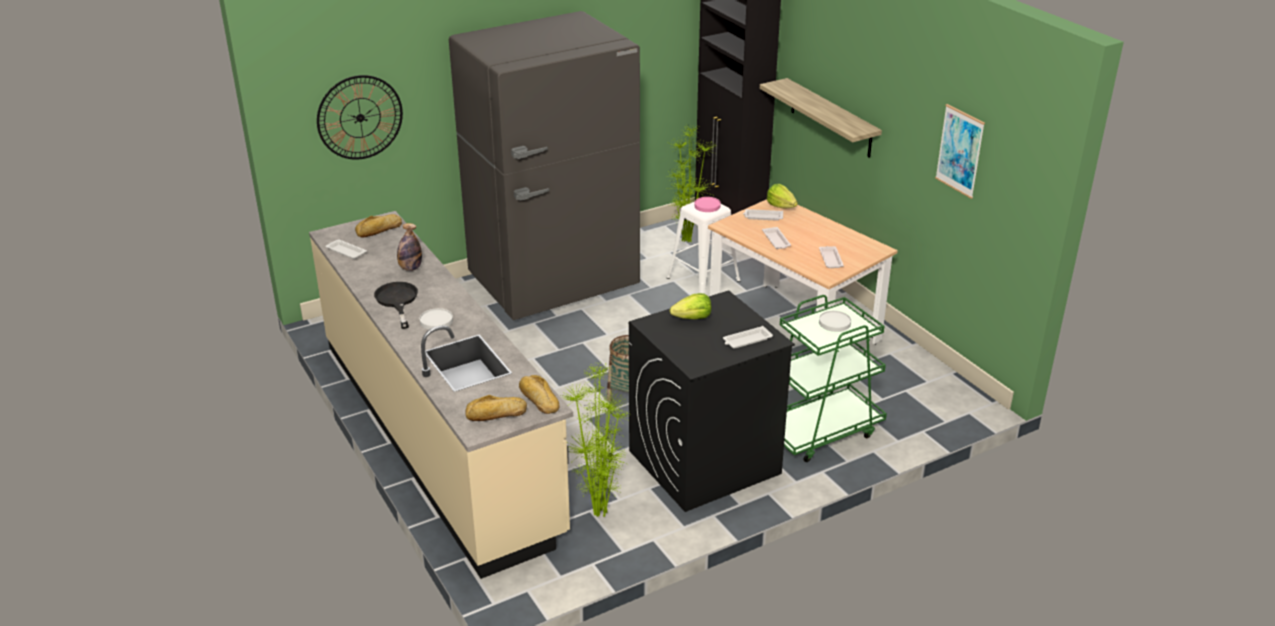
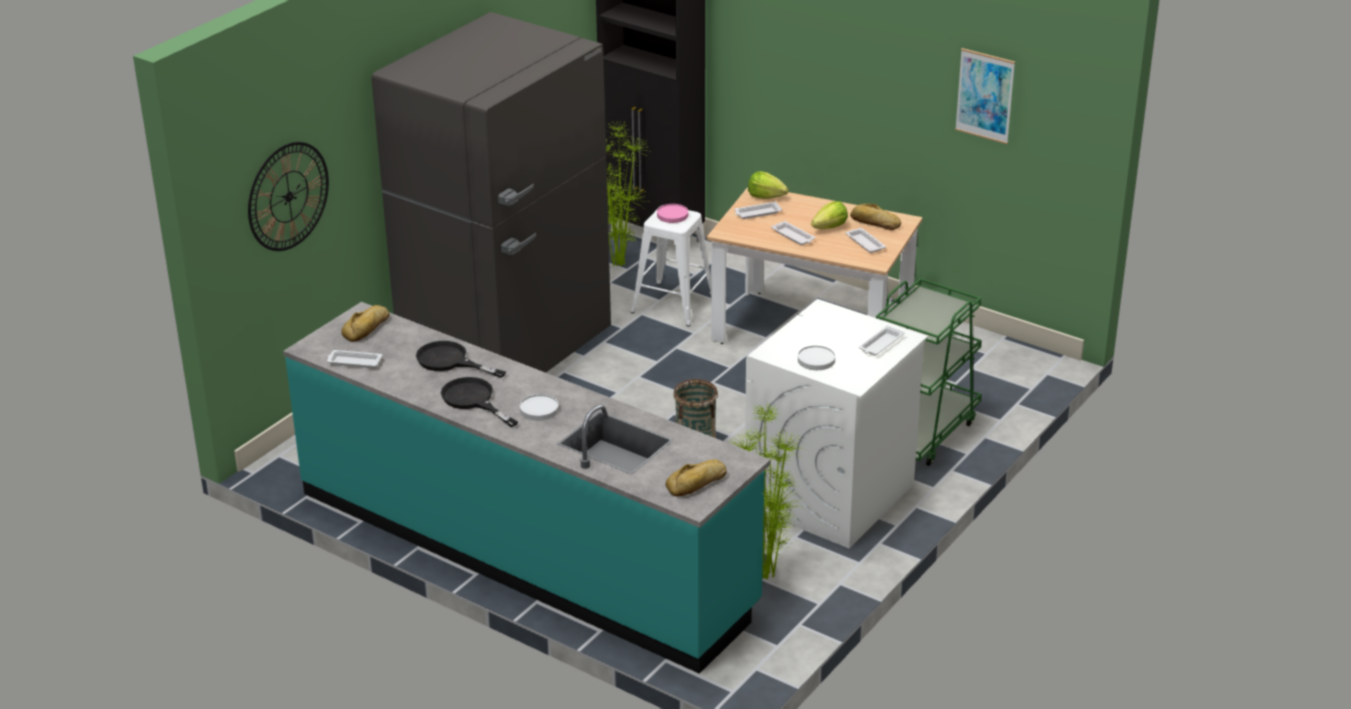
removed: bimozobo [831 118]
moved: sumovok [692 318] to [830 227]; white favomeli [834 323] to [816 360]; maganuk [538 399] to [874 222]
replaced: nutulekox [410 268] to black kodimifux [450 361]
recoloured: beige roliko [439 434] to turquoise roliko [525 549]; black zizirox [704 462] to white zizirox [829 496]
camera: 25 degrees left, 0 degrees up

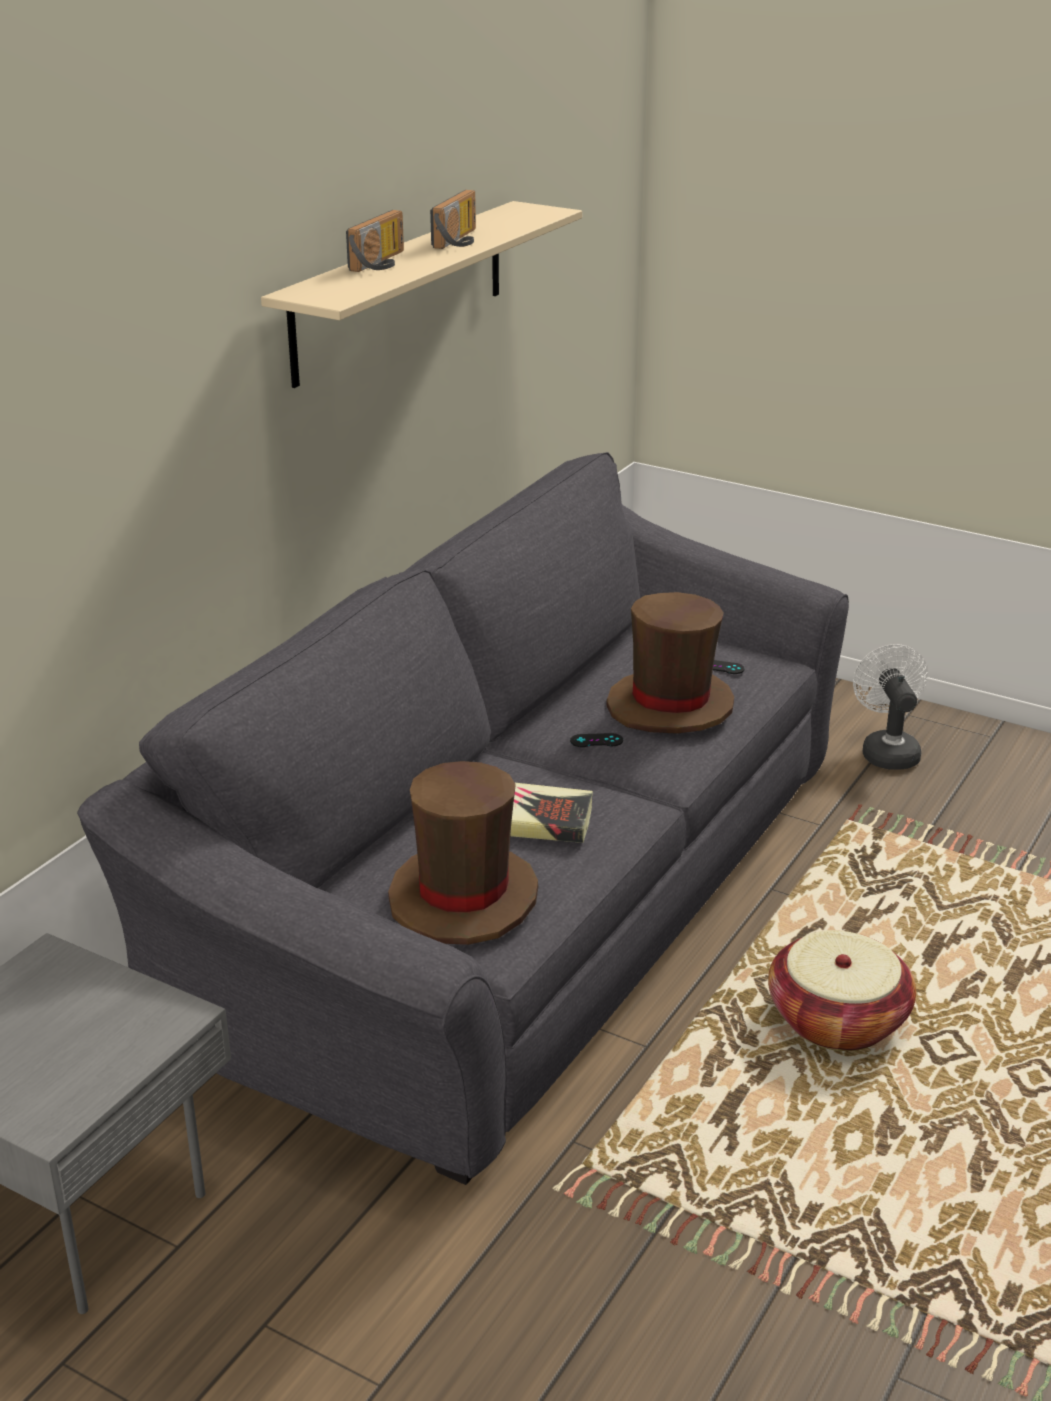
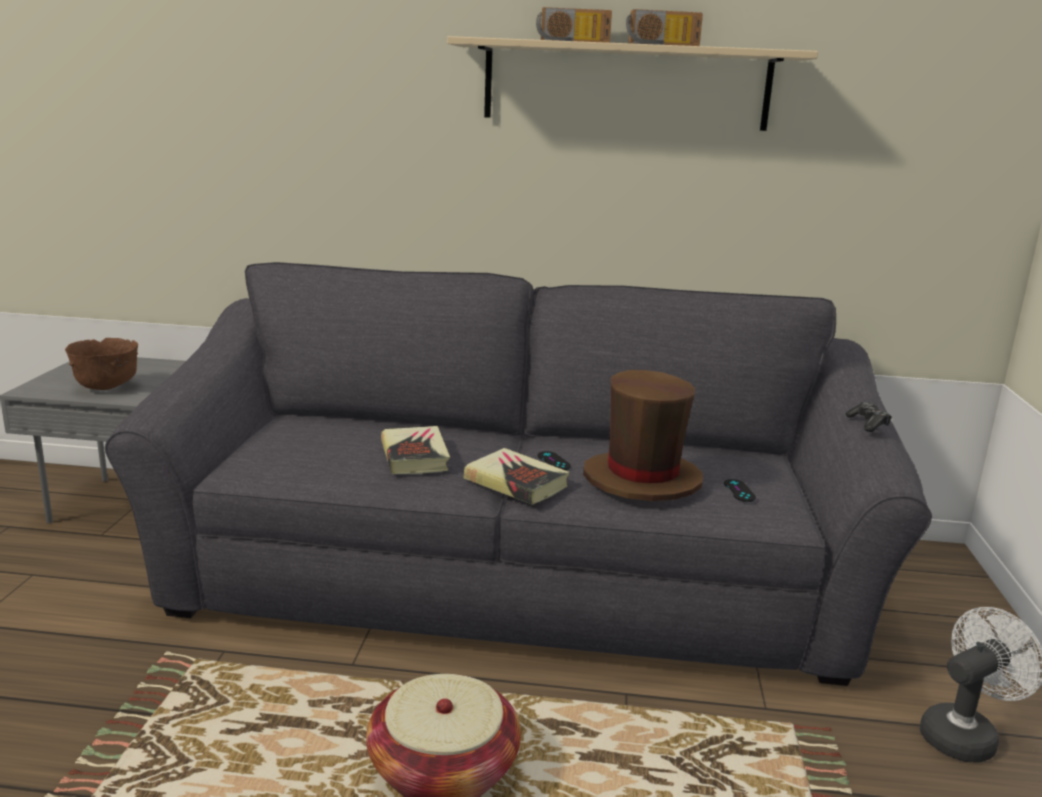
removed: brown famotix [464 897]
added: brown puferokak [106 387]; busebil [868 424]; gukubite [516 483]
camera: 65 degrees right, 10 degrees down

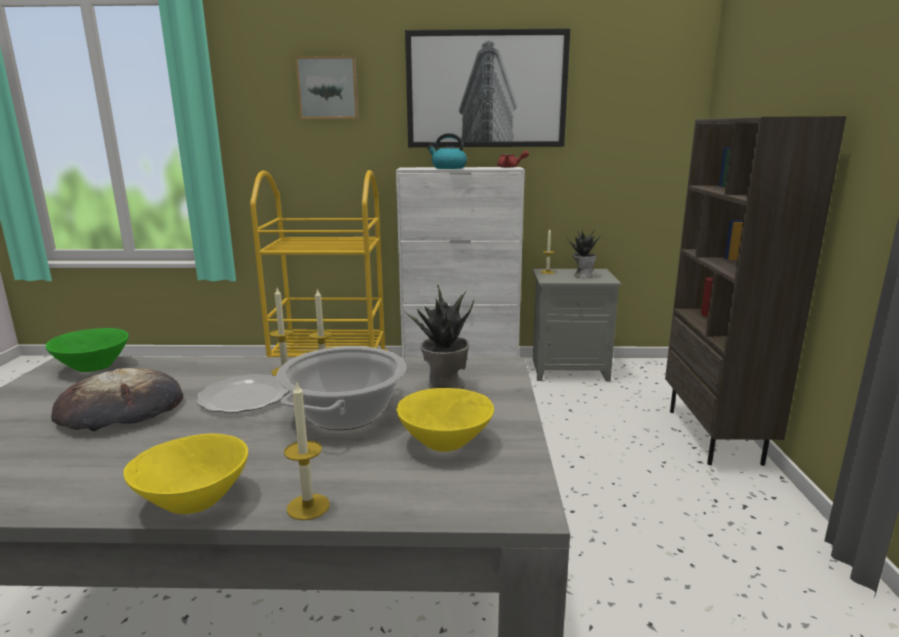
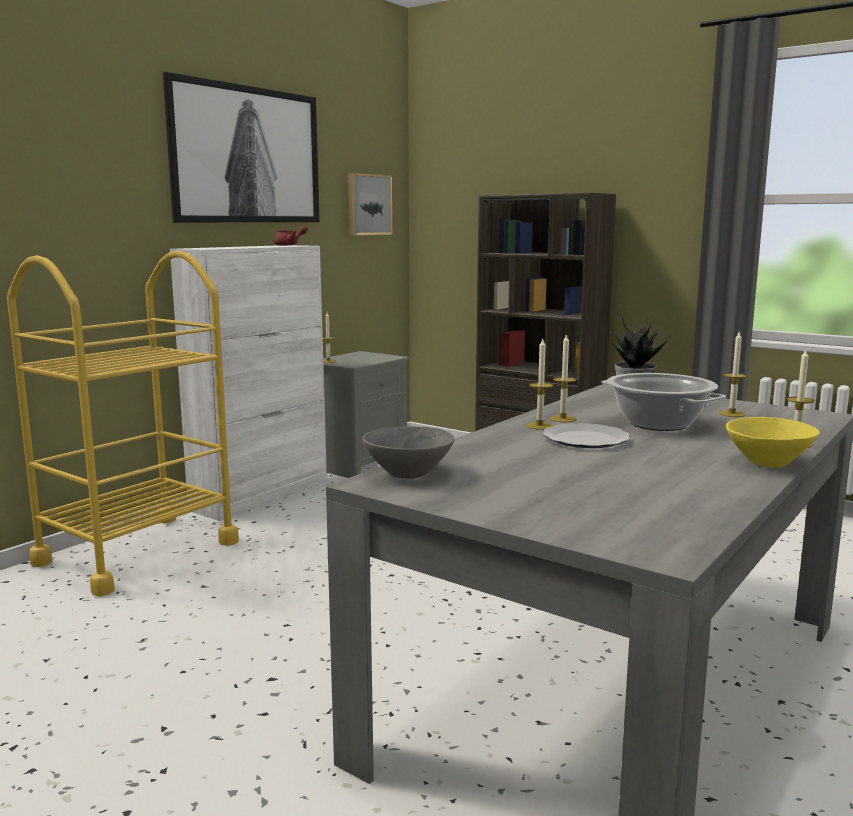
removed: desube [448 168]; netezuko [582 276]; maganuk [121 409]
moved: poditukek [328 88] to [368 205]
replaced: yellow puferokak [446 443] to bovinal [732 414]
recoloured: green puferokak [94 367] to grey puferokak [409 473]
camera: 55 degrees left, 5 degrees down

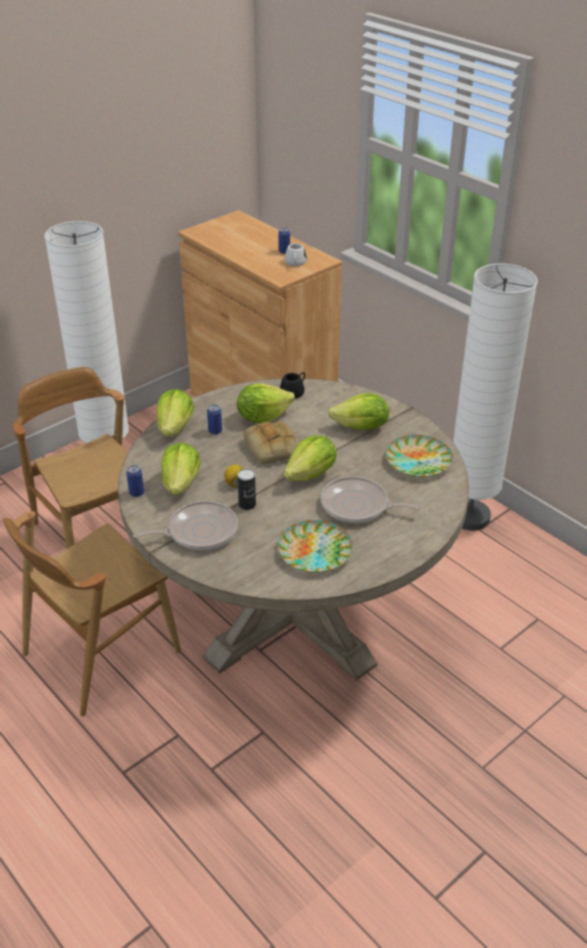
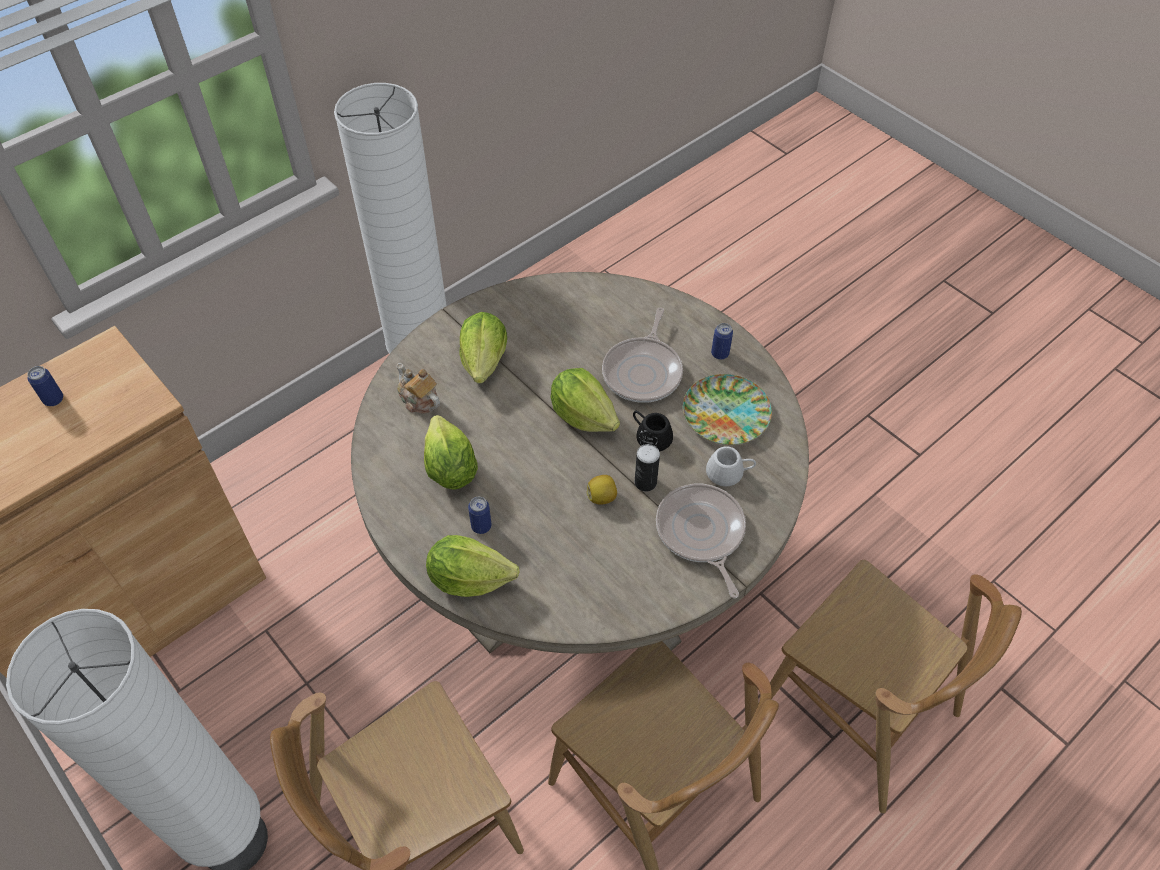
removed: maganuk [273 448]; favomeli [418 461]; sumovok [181 483]
added: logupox [419 400]; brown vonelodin [858 712]
moved: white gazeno [295 263] to [729 473]; black gazeno [294 391] to [650 436]; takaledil [136 493] to [720 353]
camera: 90 degrees left, 15 degrees up

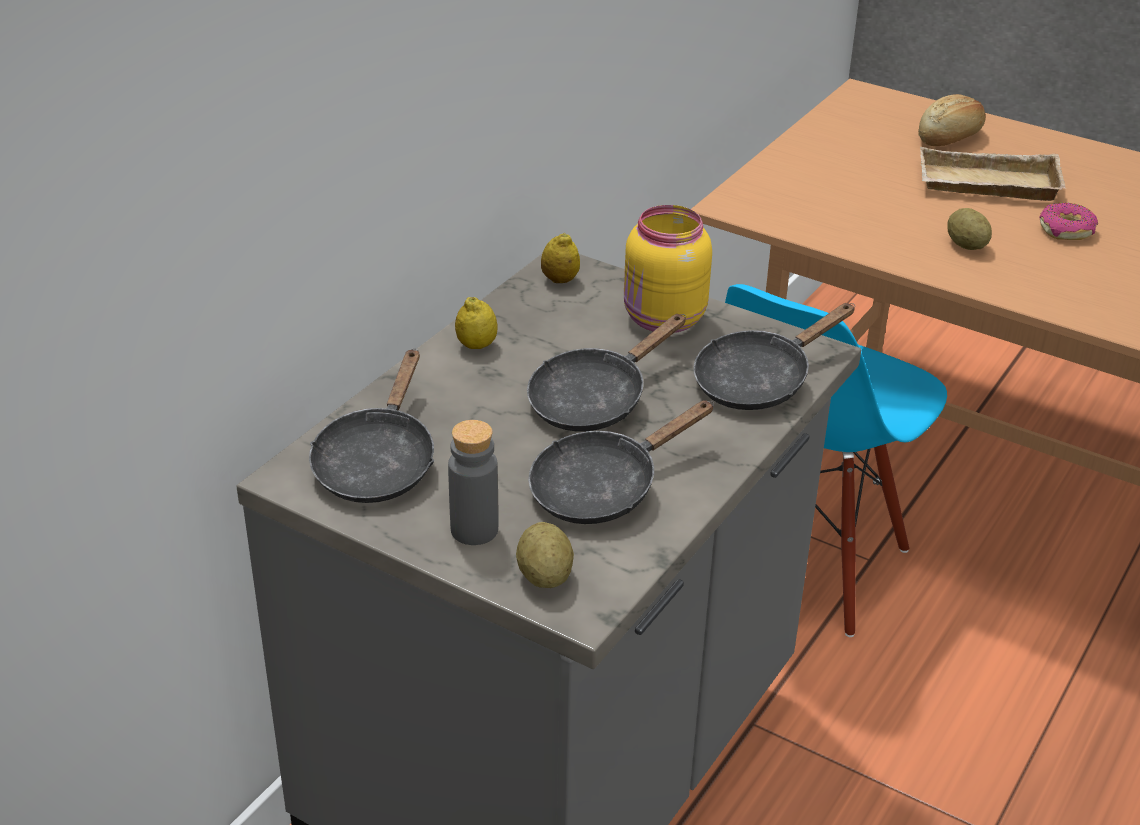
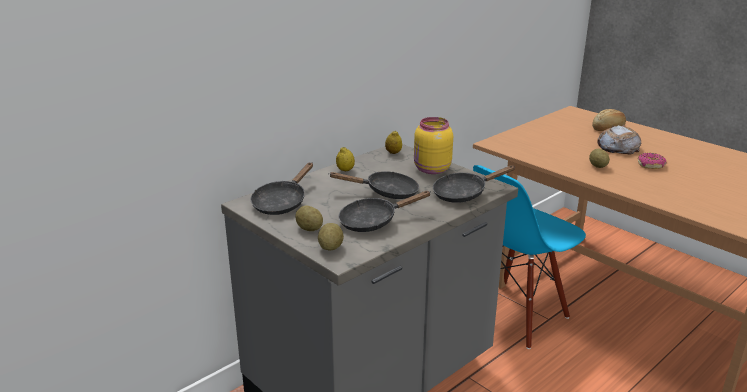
replaced: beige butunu [986 186] to maganuk [618 146]; grey nutulekox [474 530] to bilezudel [309 229]
turned: black kodimifux [595 399] = [386 192] 150 degrees counterclockwise
camera: 15 degrees right, 10 degrees down

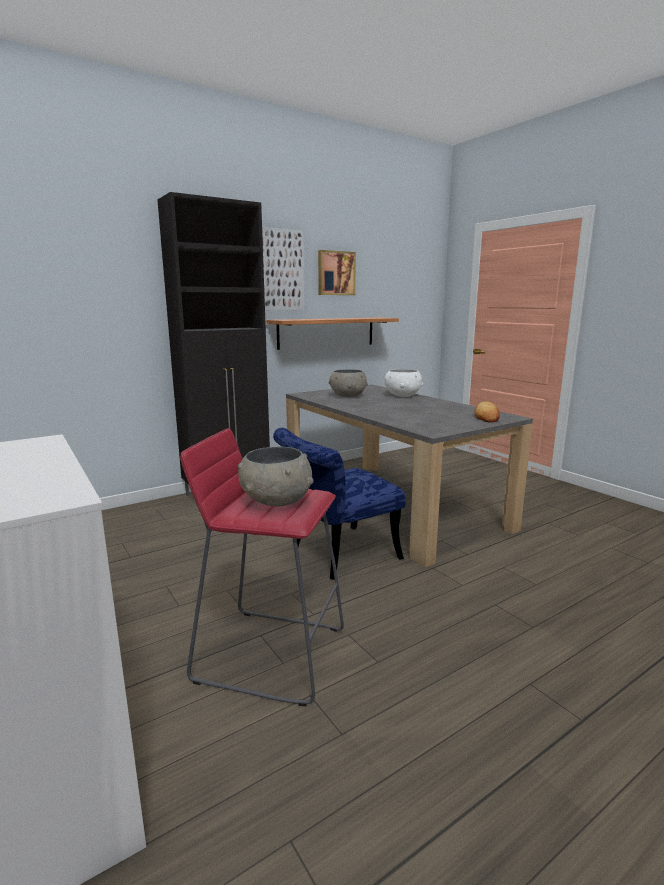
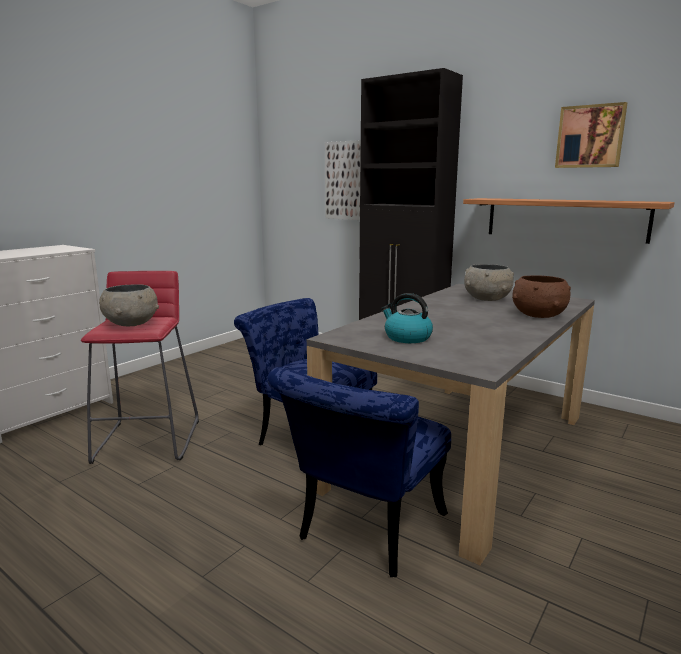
removed: maganuk [487 416]
added: desube [407 337]; blue vonelodin [364 532]
moved: poditukek [279 270] to [346 181]
recoloured: white puferokak [402 395] to brown puferokak [538 315]
camera: 70 degrees right, 0 degrees up

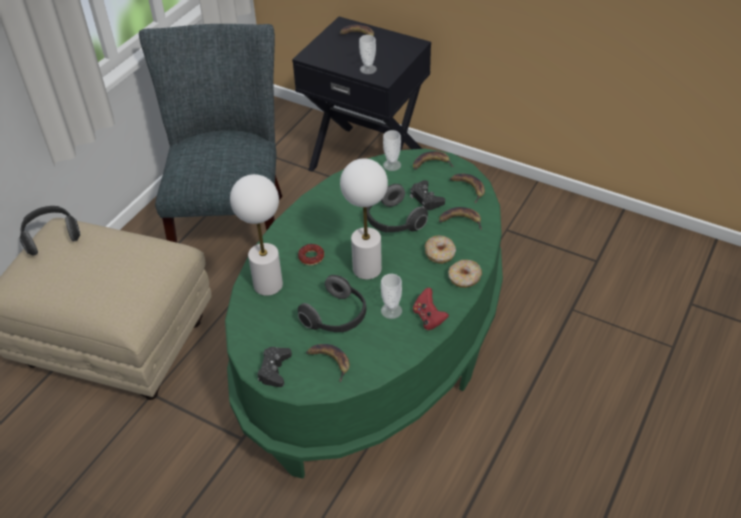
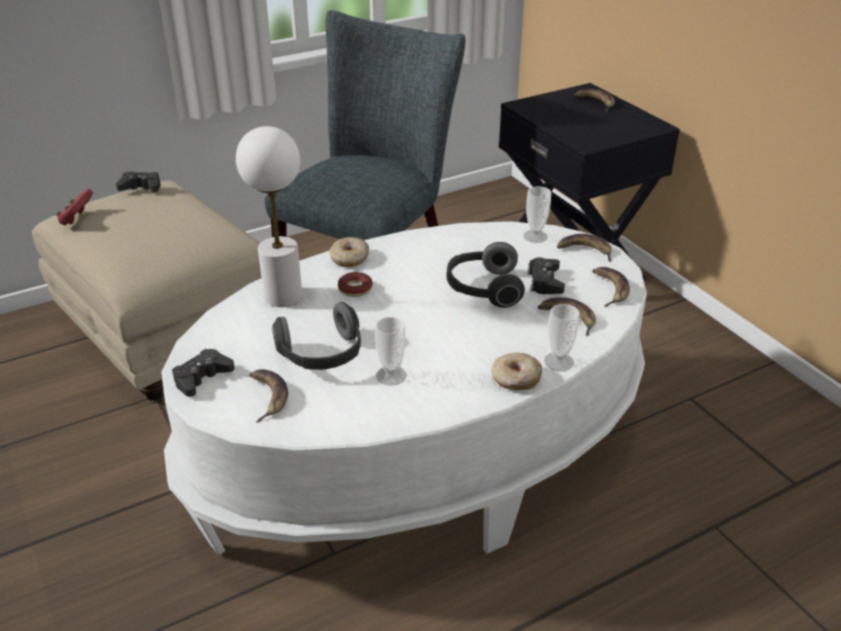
removed: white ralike [366 268]
moved: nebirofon [368 69] to [558 362]; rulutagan [440 254] to [350 259]; red busebil [429 318] to [77 219]
replaced: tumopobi [51 236] to black busebil [141 187]
recoloured: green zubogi [373 346] to white zubogi [420 453]
camera: 30 degrees right, 10 degrees down

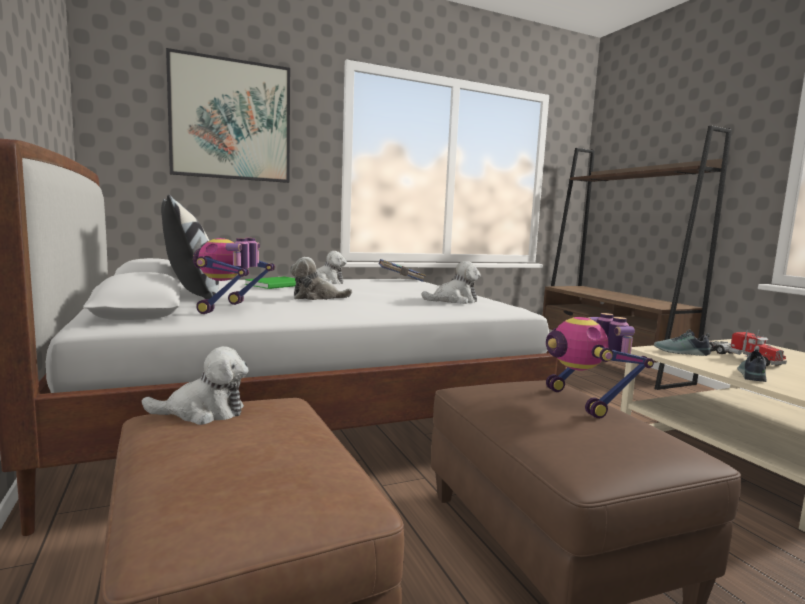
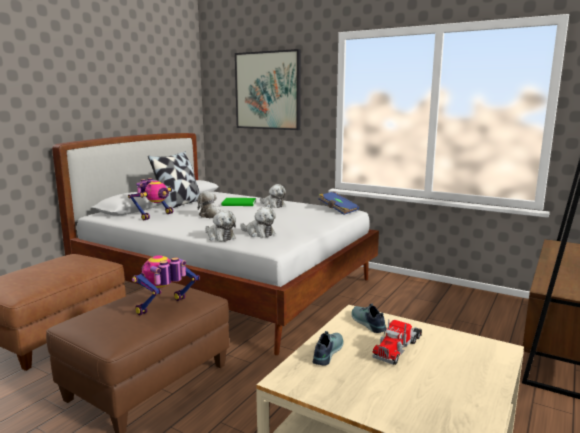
moved: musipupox [203 412] to [220 237]
turned: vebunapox [230 309] = [154 216] 150 degrees clockwise; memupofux [750 375] = [326 352] 60 degrees counterclockwise
camera: 55 degrees right, 5 degrees up

